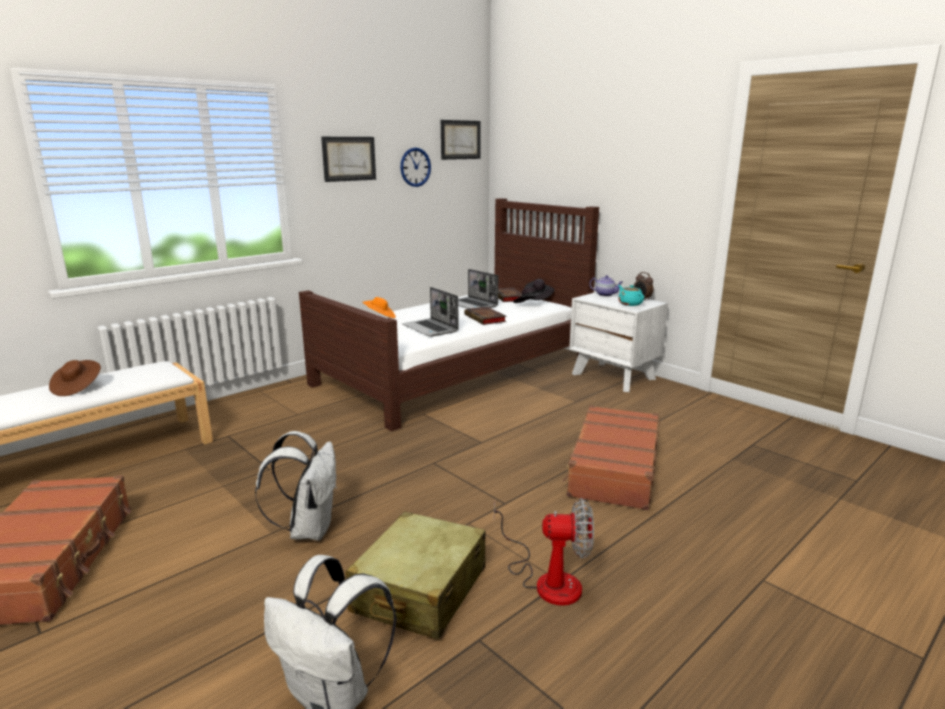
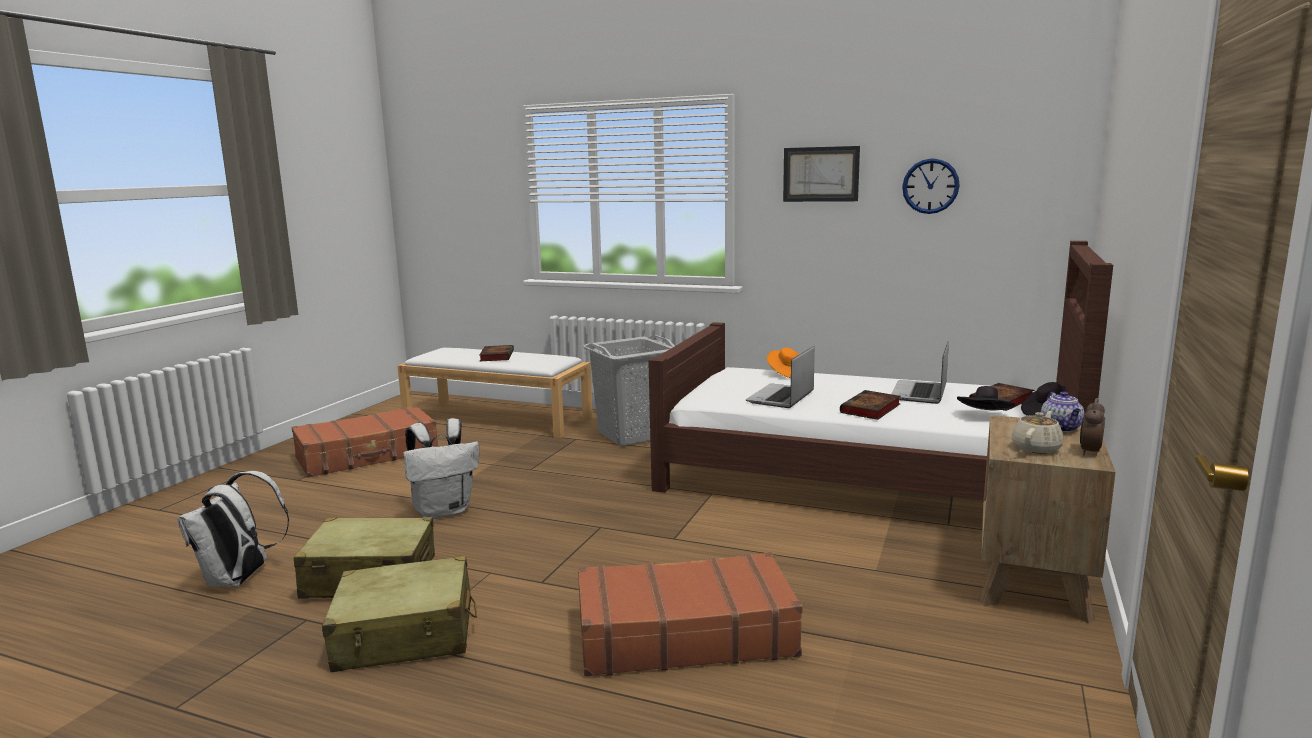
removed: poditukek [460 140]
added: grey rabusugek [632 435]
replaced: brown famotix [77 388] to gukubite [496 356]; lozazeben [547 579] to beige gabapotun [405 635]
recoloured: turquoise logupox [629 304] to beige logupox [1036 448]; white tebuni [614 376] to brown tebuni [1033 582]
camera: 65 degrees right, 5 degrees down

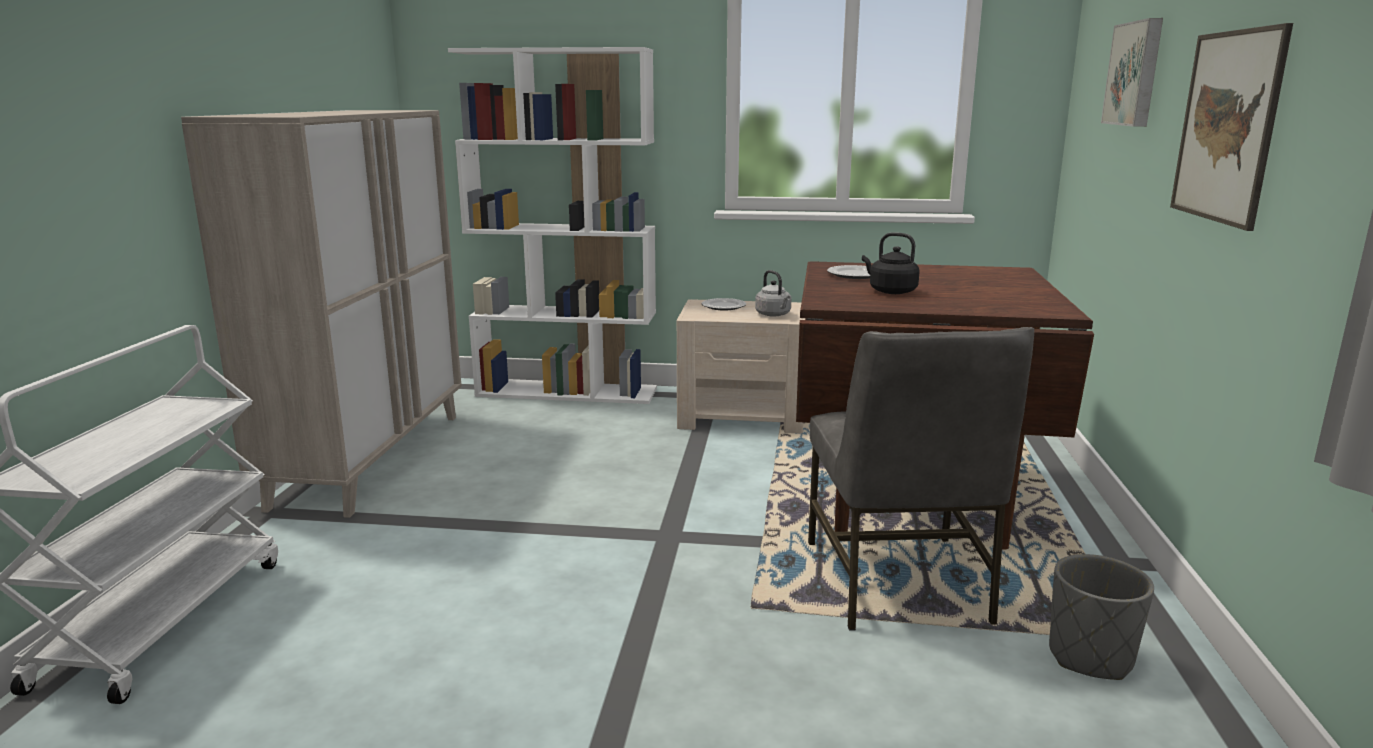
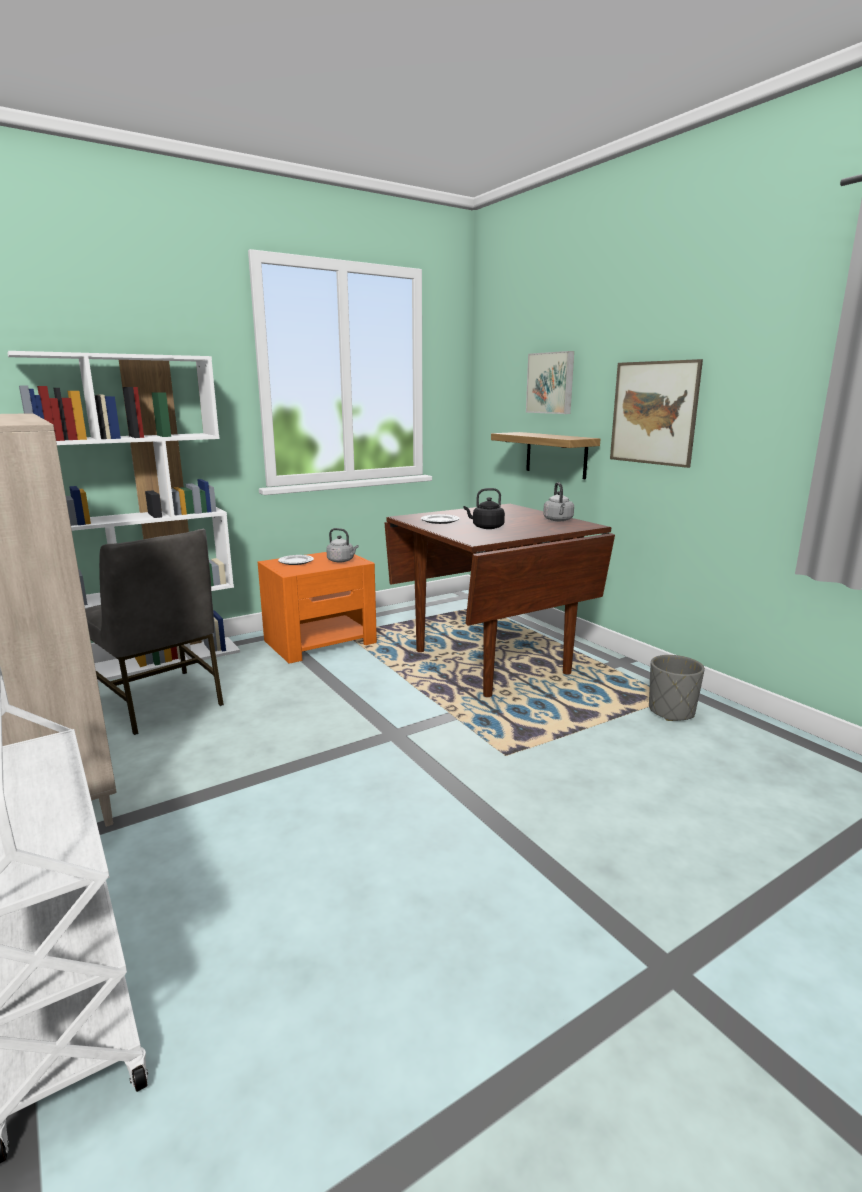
added: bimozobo [556 455]; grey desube [558 520]
moved: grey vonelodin [898 583] to [160 702]
recoloured: beige tebuni [743 415] to orange tebuni [321 642]
camera: 40 degrees left, 0 degrees up

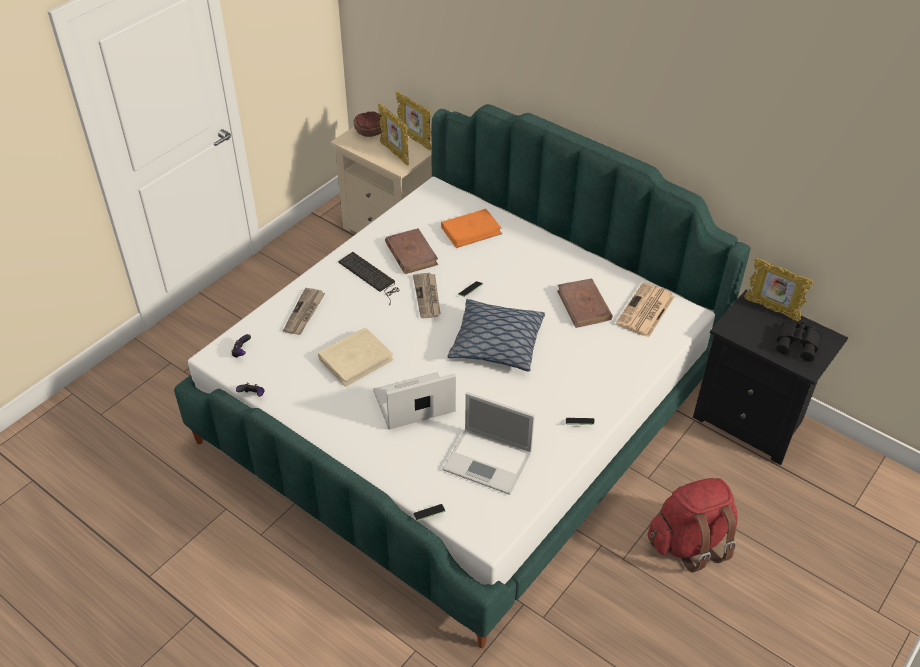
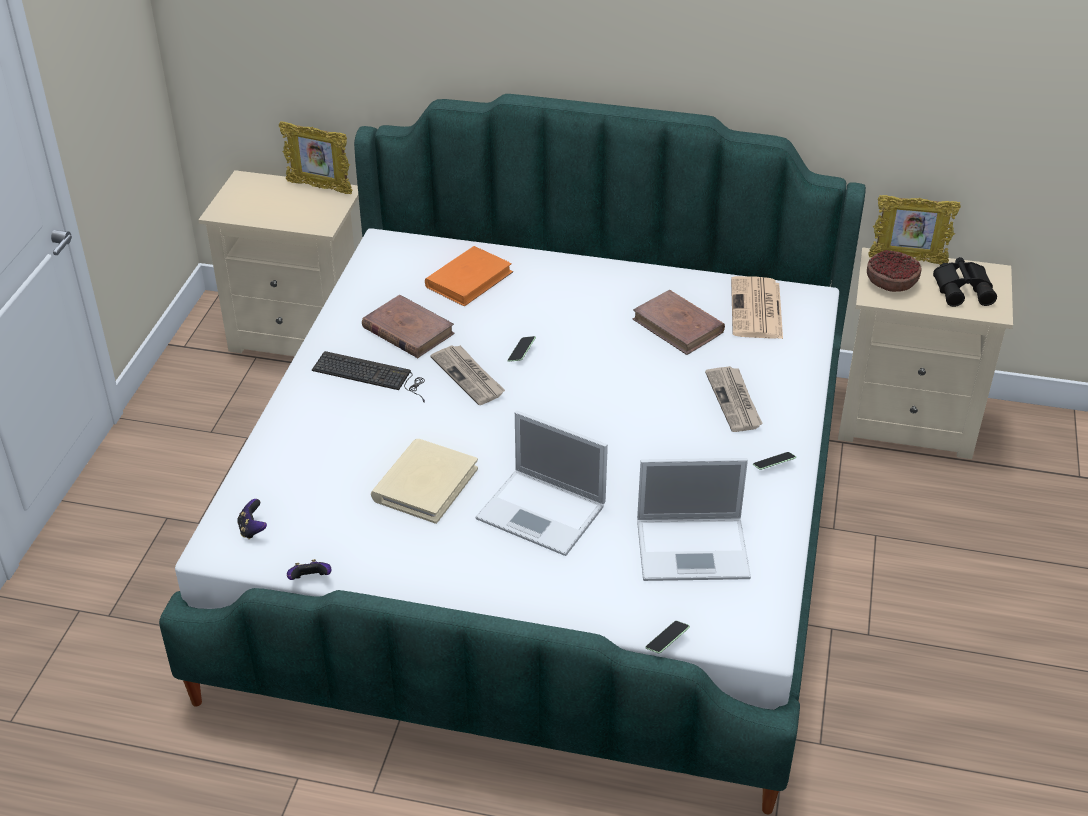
removed: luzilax [395 154]; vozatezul [496 344]; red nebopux [689 542]
moved: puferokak [370 131] to [891 282]; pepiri [304 313] to [734 401]
recoloured: black tebuni [751 421] to beige tebuni [907 421]
turned: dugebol [412 403] = [543 513] 105 degrees counterclockwise
camera: 25 degrees left, 5 degrees down

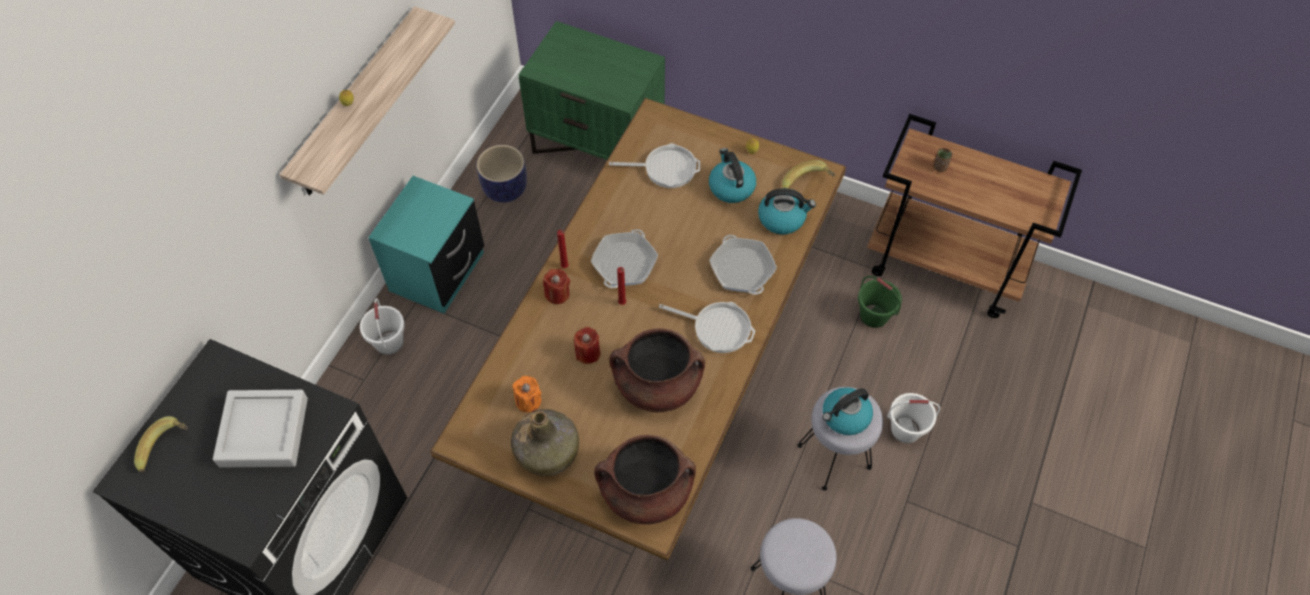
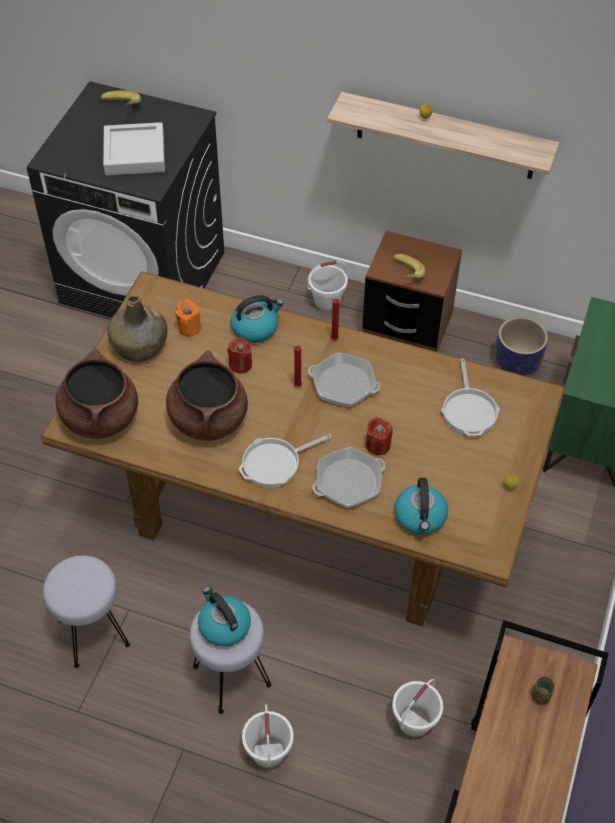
moved: desube [731 187] to [255 328]; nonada [807 185] to [404 275]; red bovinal [557 294] to [378 445]
recoloured: turquoise tebuni [437 272] to brown tebuni [407 324]; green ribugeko [874 315] to white ribugeko [414 722]
turned: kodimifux [717 328] = [275 463] 45 degrees clockwise
camera: 85 degrees right, 5 degrees down

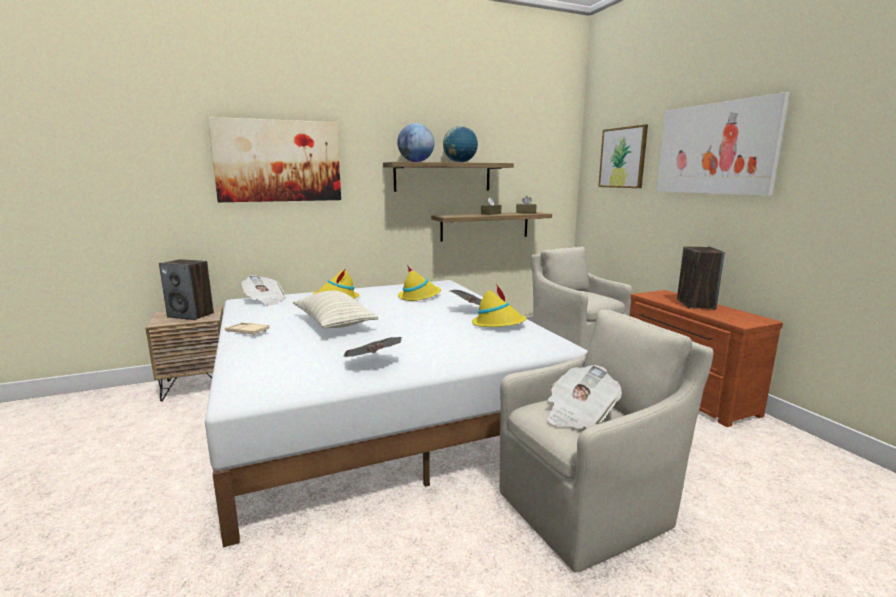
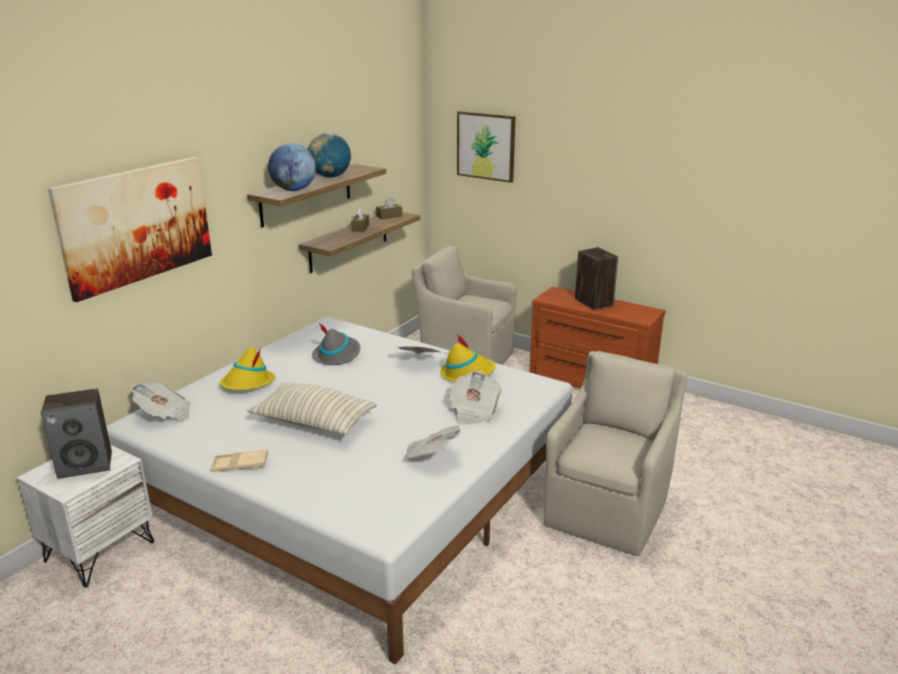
removed: poditukek [715 149]
moved: pepiri [578 415] to [473 411]
recoloured: yellow famotix [419 297] to grey famotix [337 355]; brown tebuni [197 385] to white tebuni [99 551]
camera: 35 degrees left, 10 degrees up

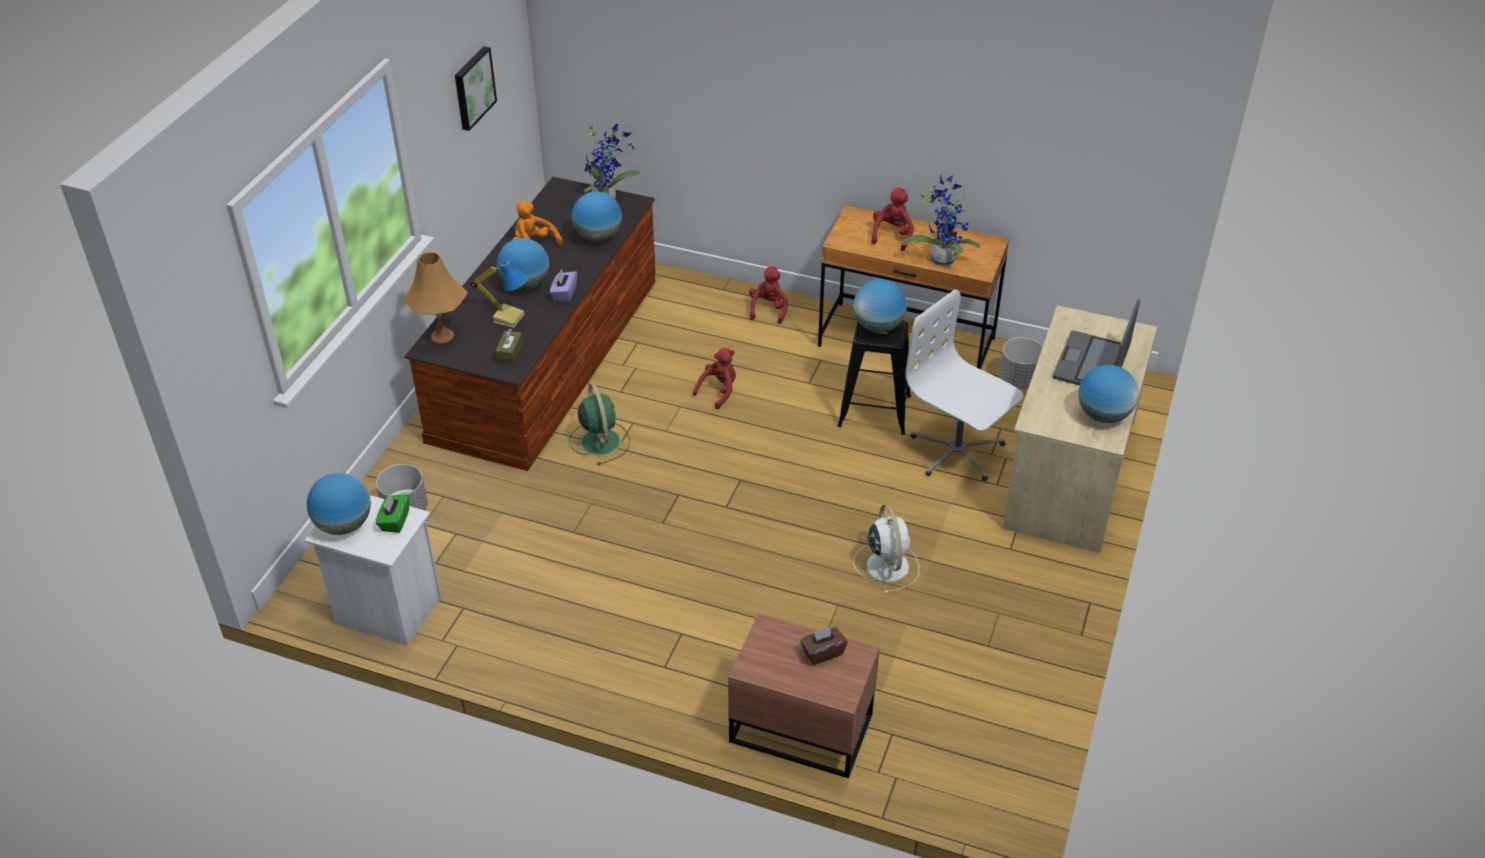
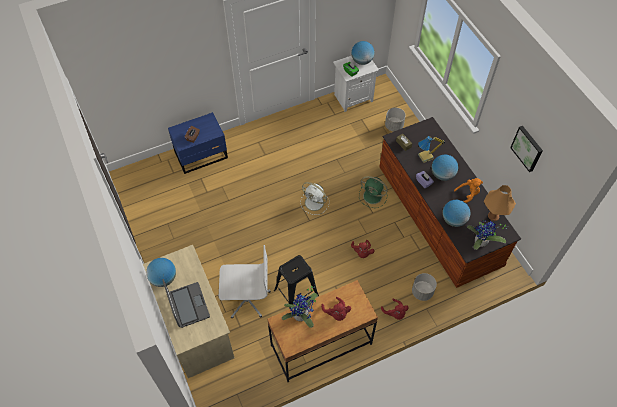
removed: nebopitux [878 326]
moved: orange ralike [442 335] to [493 216]; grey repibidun [1018 380] to [422 292]; white lozazeben [886 565] to [315 203]
recoloured: brown tebuni [800 725] to blue tebuni [202 155]
camera: 135 degrees right, 15 degrees up

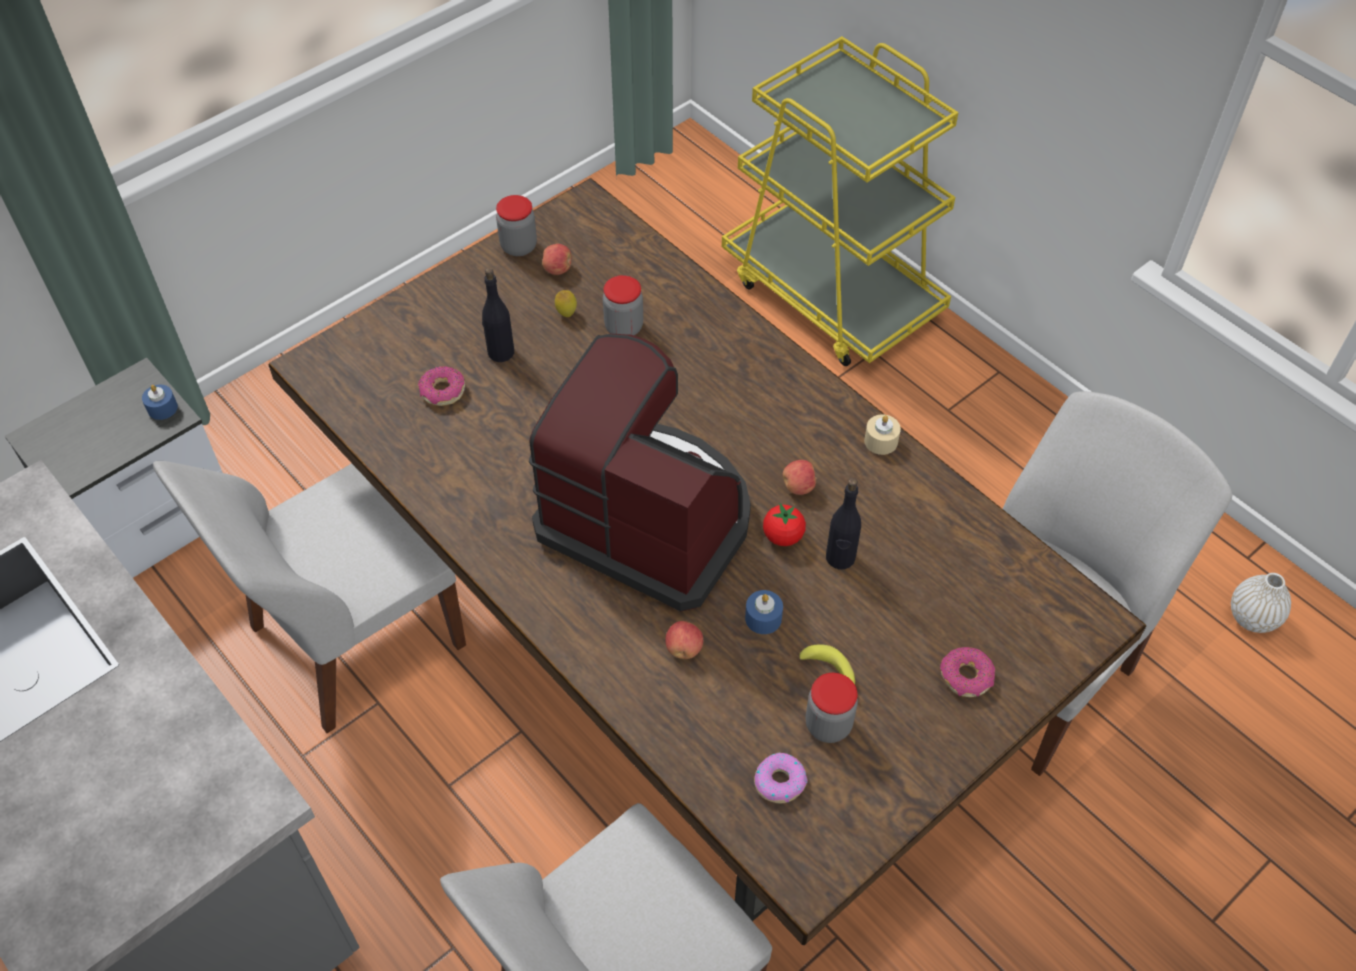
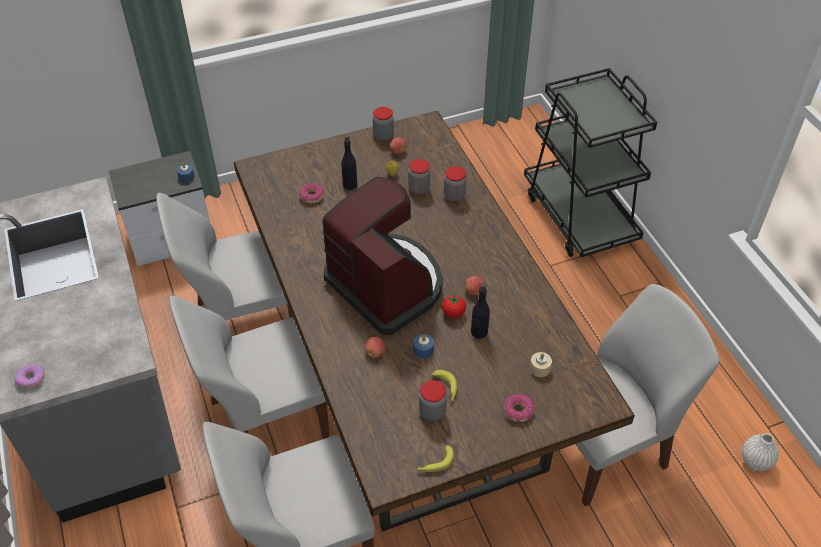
added: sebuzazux [454 196]; white vonelodin [265 421]; nonada [435 463]
moved: beige bovinal [881 441] to [540 368]; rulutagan [779 781] to [31 379]
recoloured: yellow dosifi [832 293] to black dosifi [579 216]
camera: 20 degrees right, 5 degrees down

